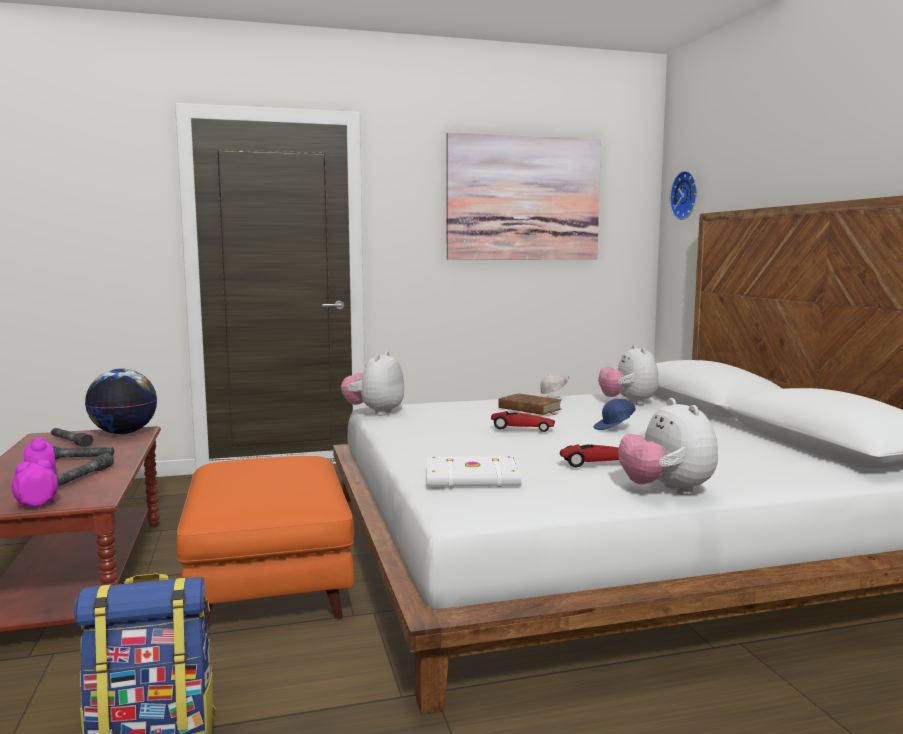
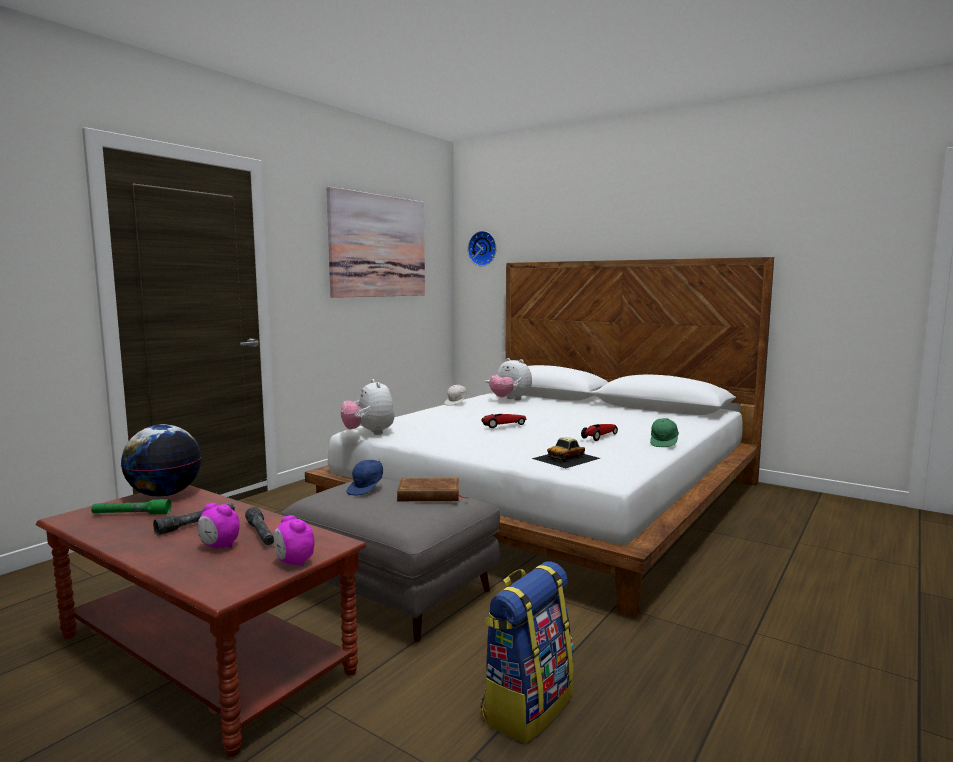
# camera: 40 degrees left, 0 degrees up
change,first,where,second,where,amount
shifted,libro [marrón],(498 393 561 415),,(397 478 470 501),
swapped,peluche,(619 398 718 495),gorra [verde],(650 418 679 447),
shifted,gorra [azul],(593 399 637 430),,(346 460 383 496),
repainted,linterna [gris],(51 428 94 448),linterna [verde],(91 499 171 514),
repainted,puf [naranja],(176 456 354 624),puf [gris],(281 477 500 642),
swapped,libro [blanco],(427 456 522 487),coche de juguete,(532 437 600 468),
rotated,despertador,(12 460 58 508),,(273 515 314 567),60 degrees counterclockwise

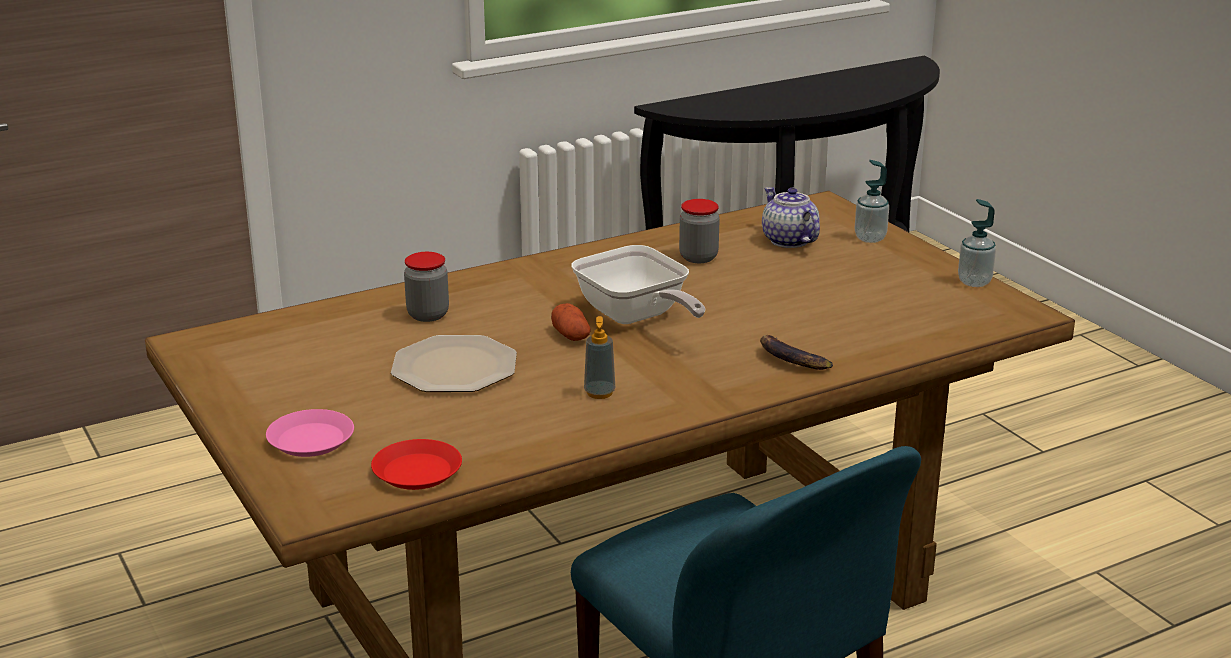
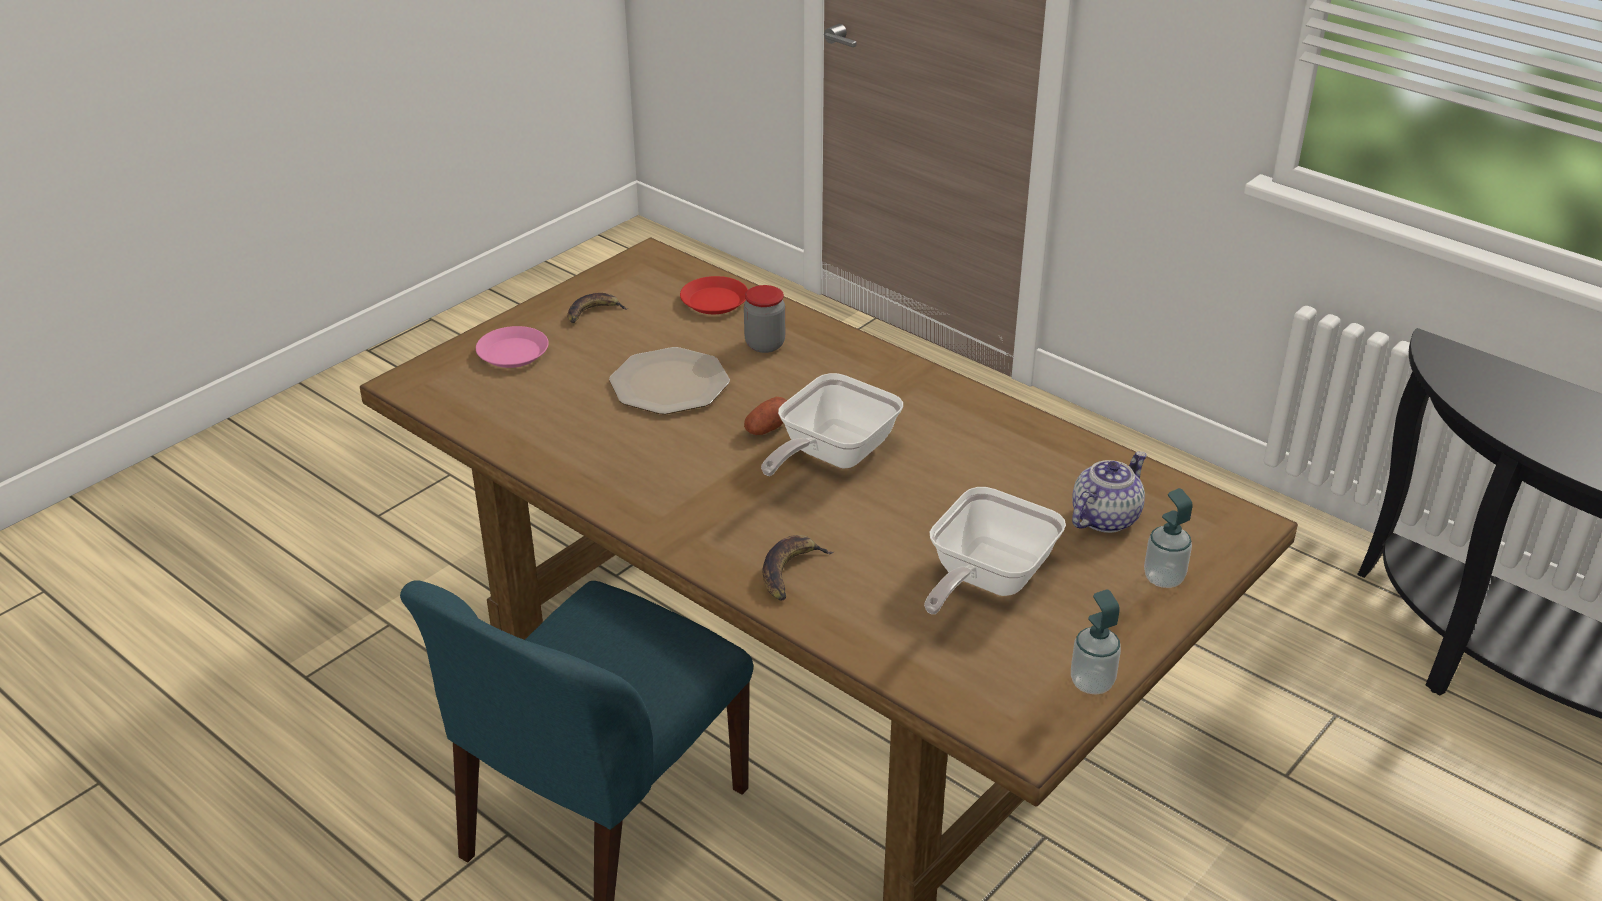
# camera: 70 degrees right, 10 degrees up
change,first,where,second,where,amount
gone,tarro,(679 199 720 263),,,
gone,dispensador de jabón,(584 316 615 399),,,
shifted,plato [rojo],(371 439 462 490),,(680 276 748 314),
new,,,plátano,(567 293 629 323),
new,,,sartén,(924 487 1066 614),

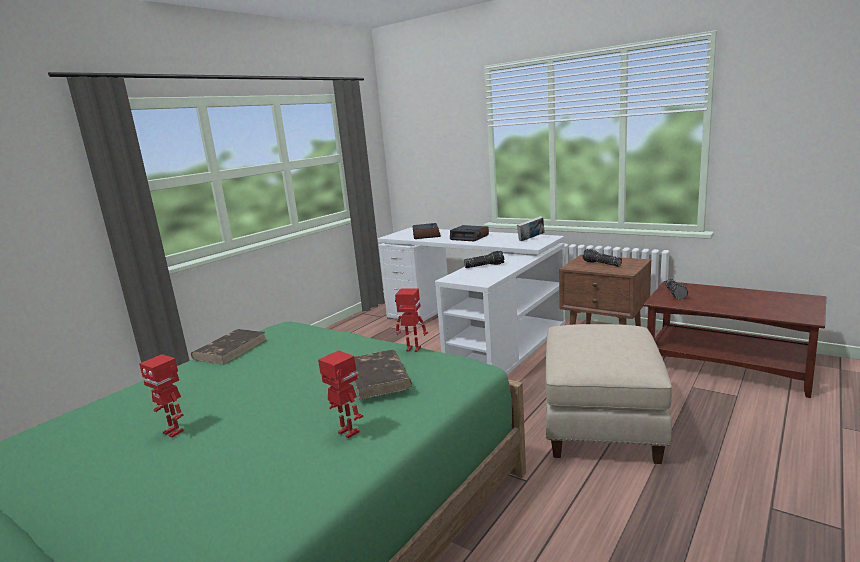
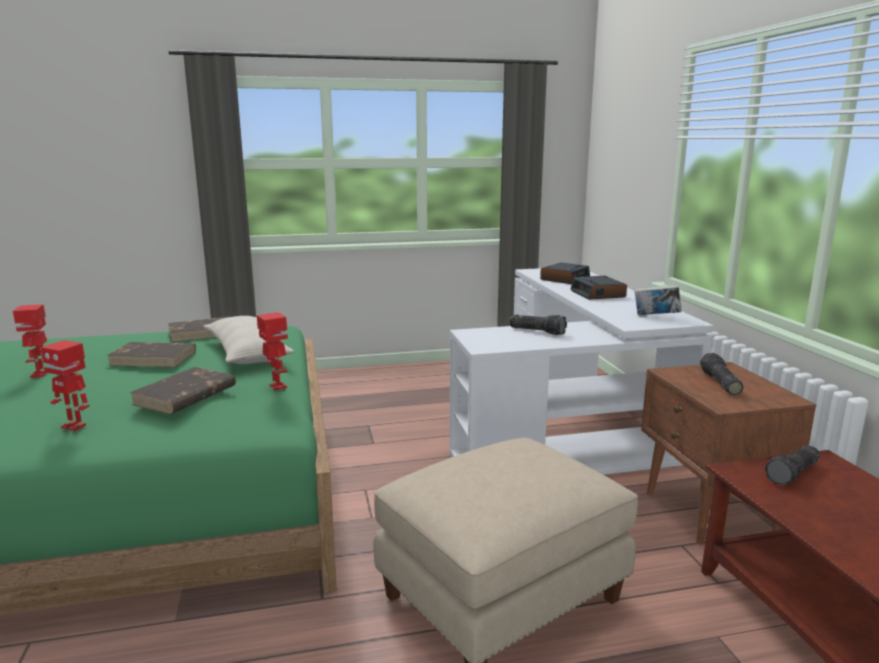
# camera: 40 degrees right, 0 degrees up
change,first,where,second,where,amount
rotated,robot de juguete,(318 350 363 438),,(40 340 90 431),120 degrees clockwise
new,,,cojín [beis],(203 316 294 364),
new,,,libro [marrón],(106 342 196 367),

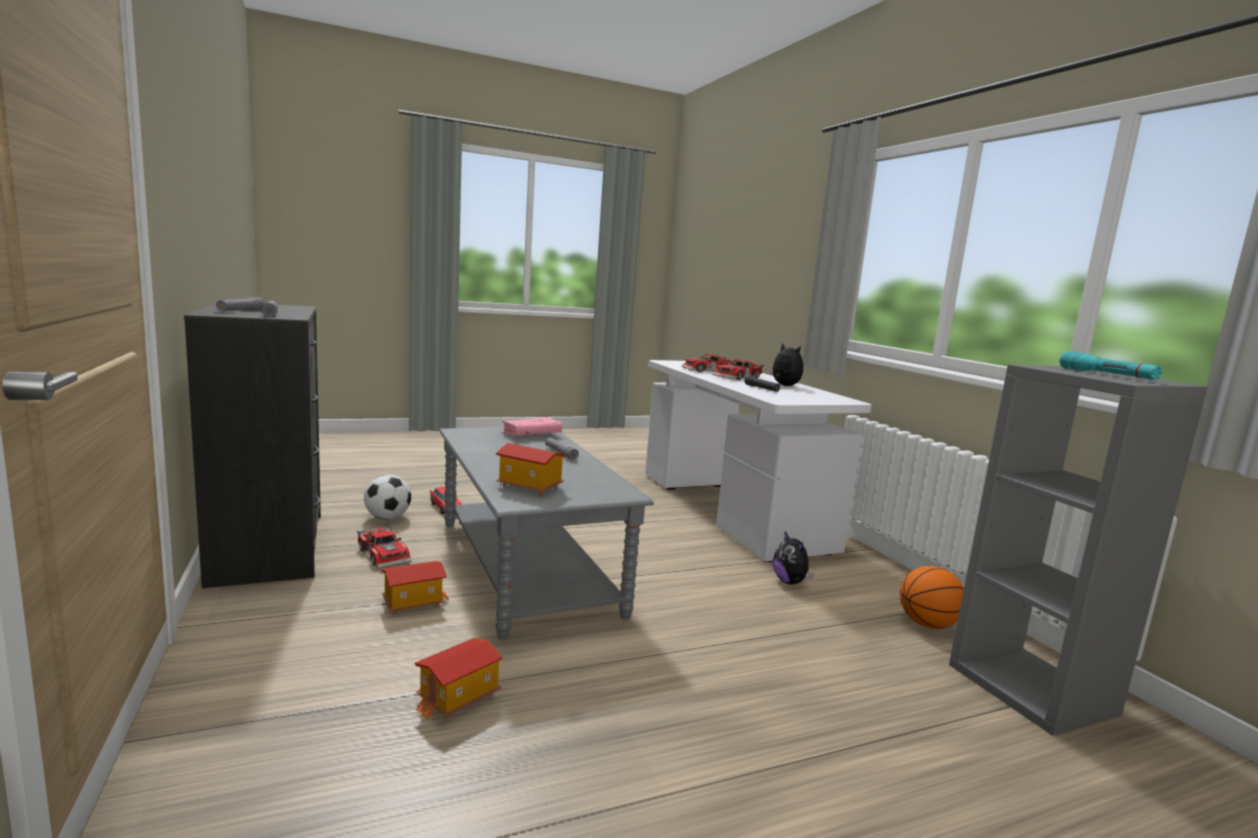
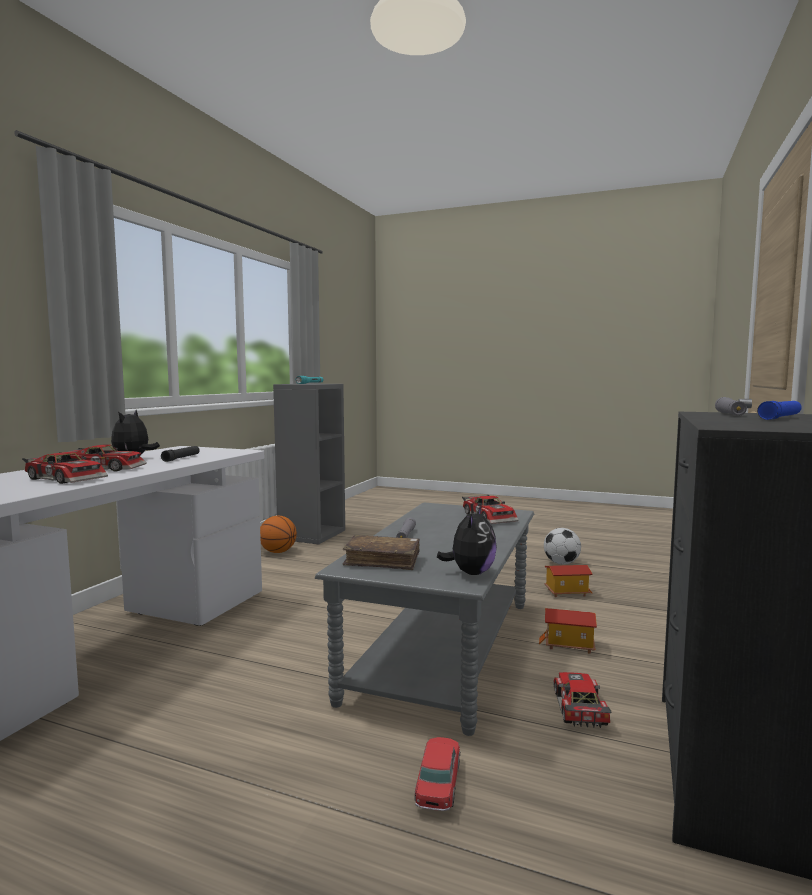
# camera: 135 degrees left, 5 degrees down
change,first,where,second,where,amount
repainted,linterna [gris],(216 297 265 311),linterna [azul],(757 401 802 420),
repainted,libro [rosa],(501 417 562 436),libro [marrón],(343 535 420 570),
swapped,casita,(496 443 566 496),coche de juguete,(462 494 519 524),
shifted,balón de fútbol,(364 475 411 520),,(544 528 581 565),
shifted,peluche,(773 531 814 585),,(437 505 497 575),

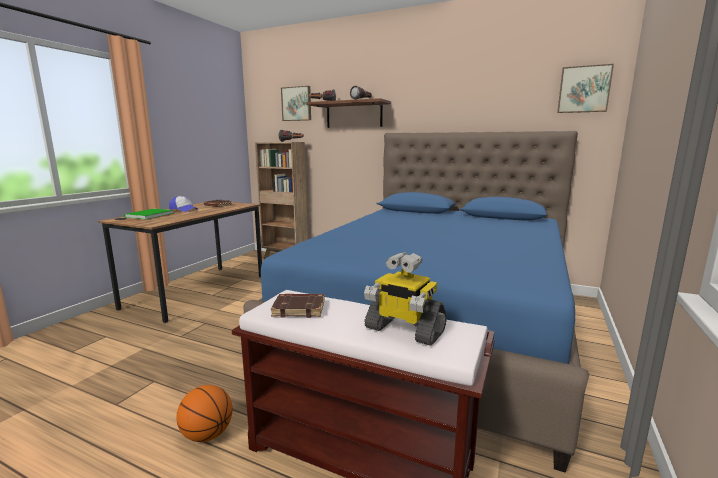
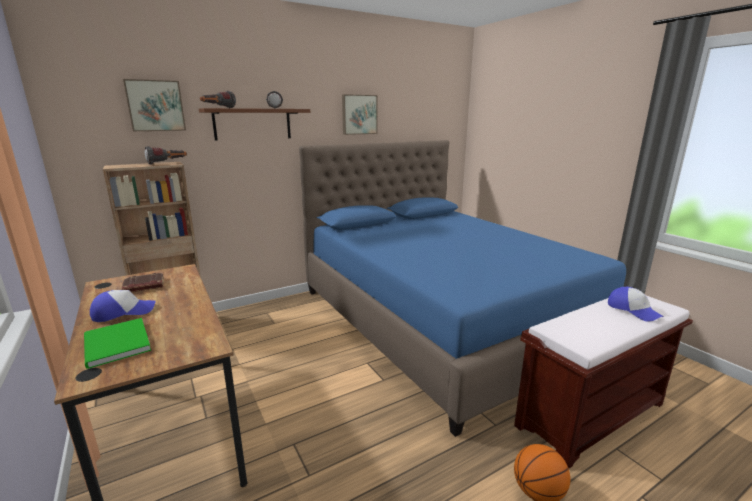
# camera: 55 degrees left, 5 degrees up
change,first,where,second,where,amount
shifted,cuadro,(557 64 614 113),,(342 94 378 135),
swapped,robot de juguete,(364 252 447 346),gorra,(608 287 664 321),
gone,libro [marrón],(271 294 324 318),,,

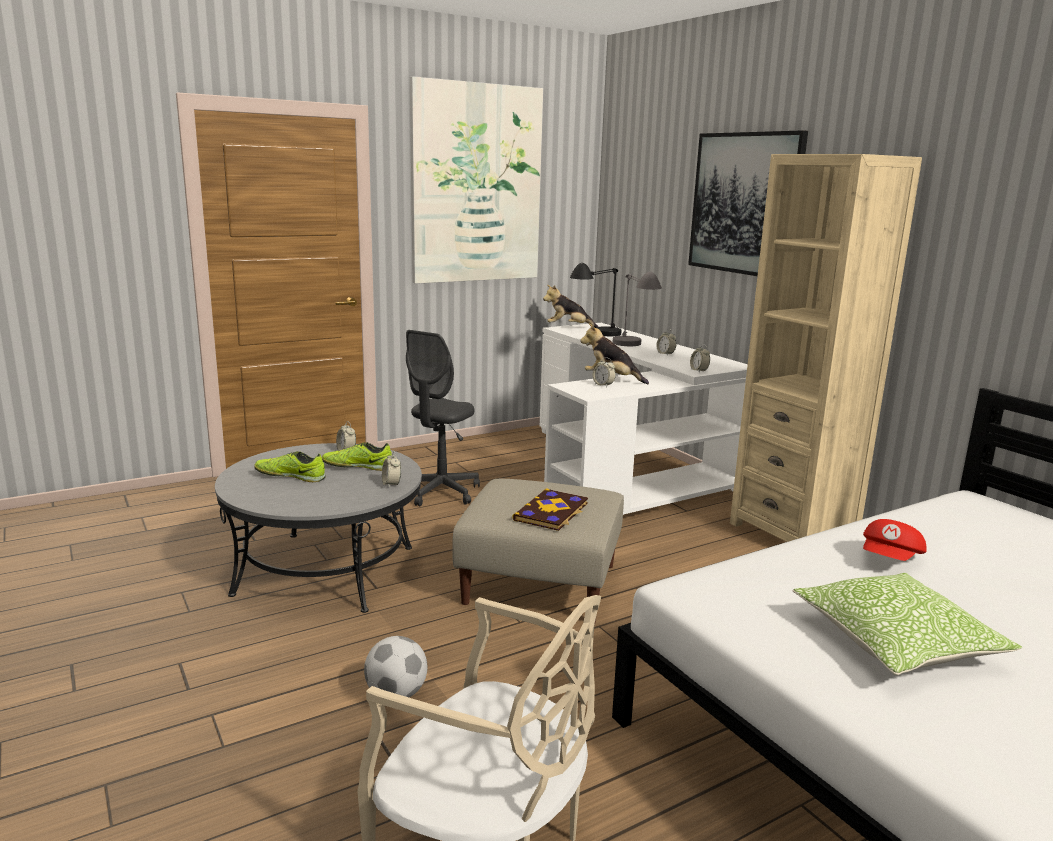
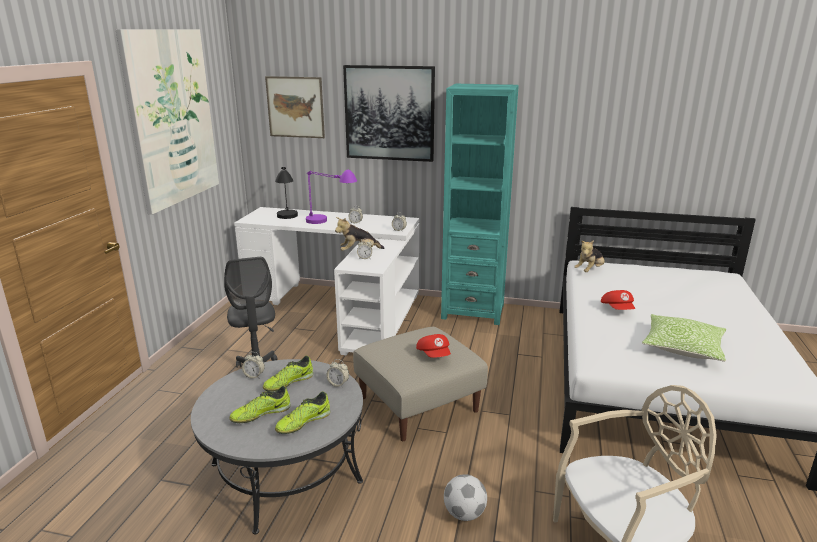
# camera: 45 degrees left, 5 degrees up
change,first,where,second,where,amount
repainted,estantería [beis],(730 154 922 542),estantería [turquesa],(441 84 519 325),
repainted,lámpara de mesa [gris],(613 272 662 346),lámpara de mesa [morado],(306 170 357 224),
shifted,peluche,(543 285 598 328),,(574 240 605 272),
swapped,libro,(512 488 588 531),gorra [rojo],(416 334 451 358),
new,,,cuadro,(265 76 325 138),
new,,,zapato,(275 392 330 434),

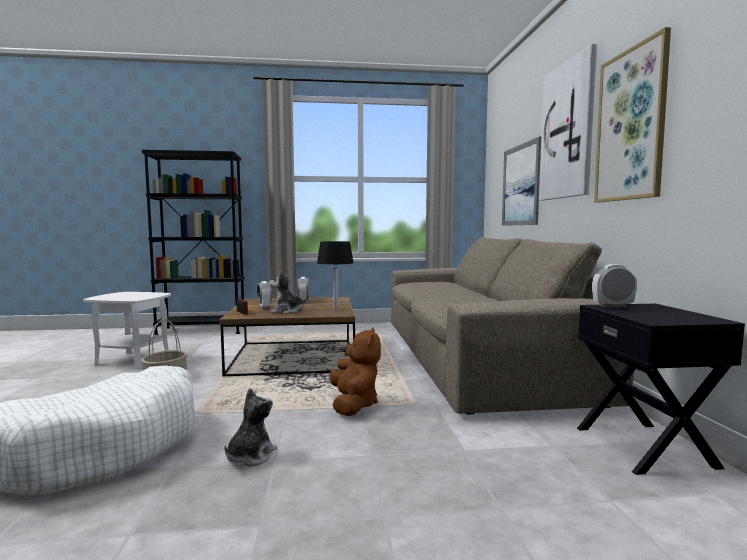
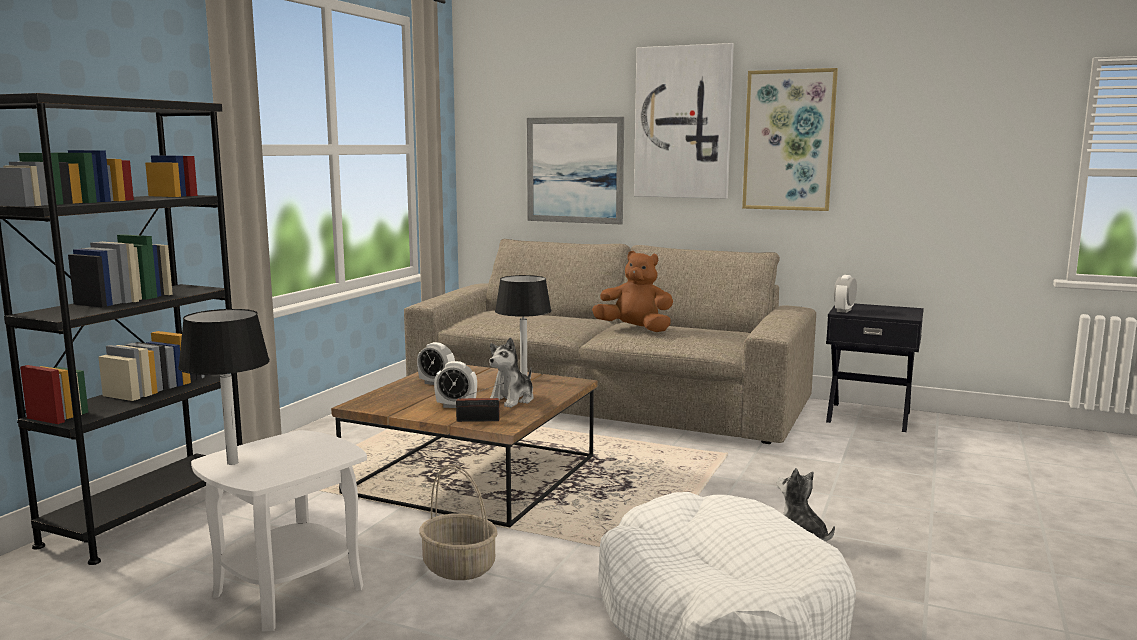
# camera: 60 degrees left, 5 degrees up
change,first,where,second,where,amount
shifted,peluche [marrón],(330 327 381 416),,(592 251 673 332),
new,,,lámpara de mesa [negro],(178 309 270 465),

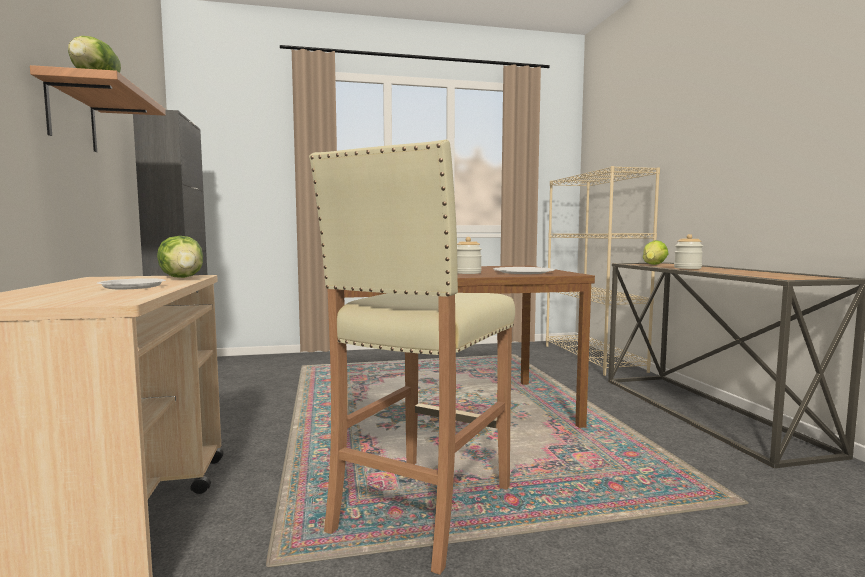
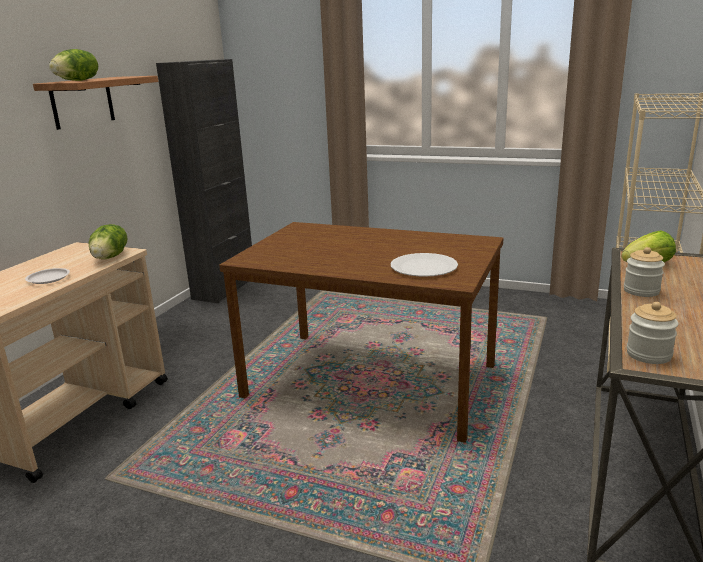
# camera: 35 degrees right, 15 degrees up
change,first,where,second,where,amount
gone,taburete [beis],(309 139 515 575),,,
shifted,tarro,(457 237 482 274),,(627 302 679 364),

